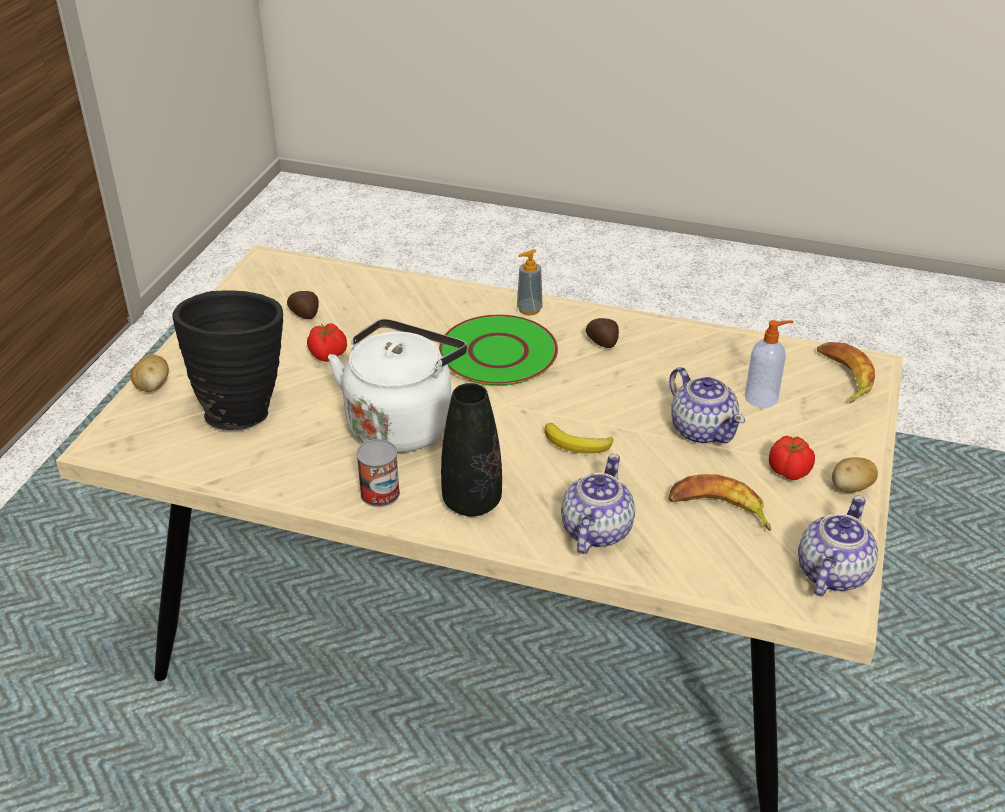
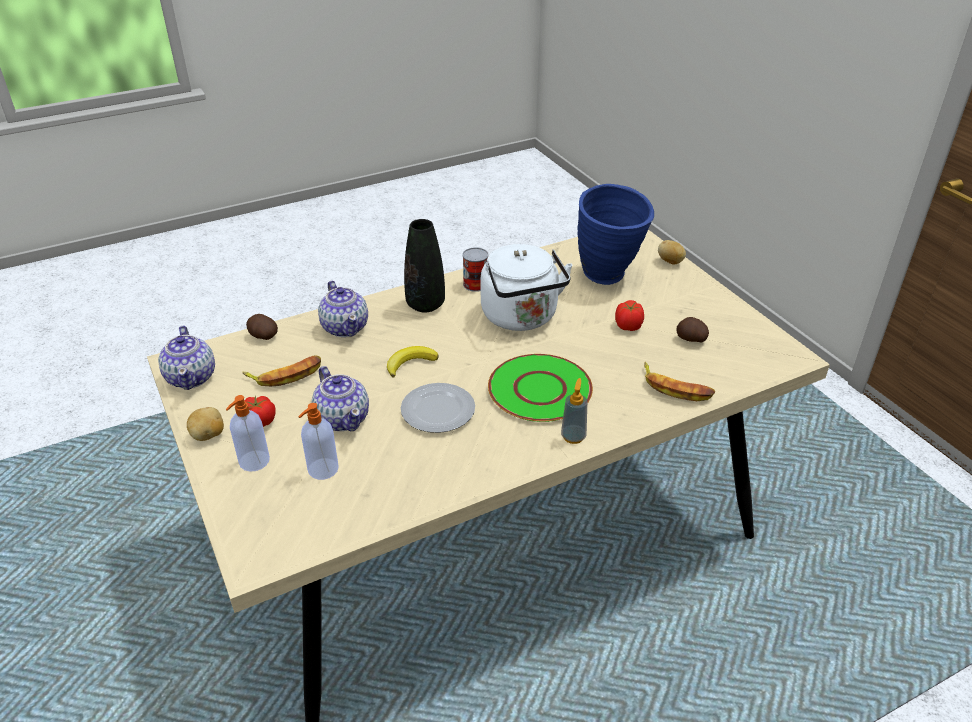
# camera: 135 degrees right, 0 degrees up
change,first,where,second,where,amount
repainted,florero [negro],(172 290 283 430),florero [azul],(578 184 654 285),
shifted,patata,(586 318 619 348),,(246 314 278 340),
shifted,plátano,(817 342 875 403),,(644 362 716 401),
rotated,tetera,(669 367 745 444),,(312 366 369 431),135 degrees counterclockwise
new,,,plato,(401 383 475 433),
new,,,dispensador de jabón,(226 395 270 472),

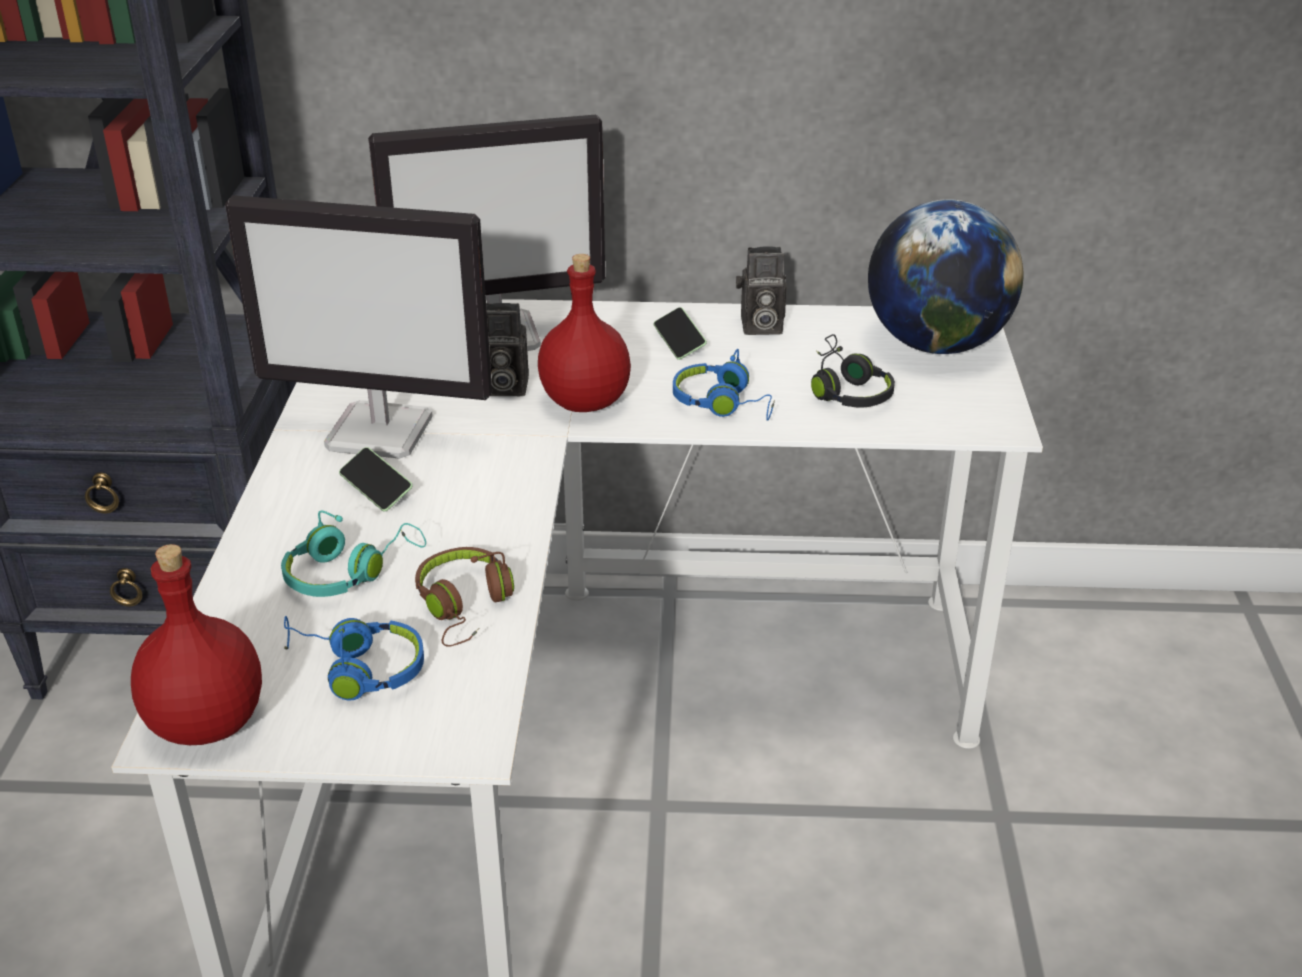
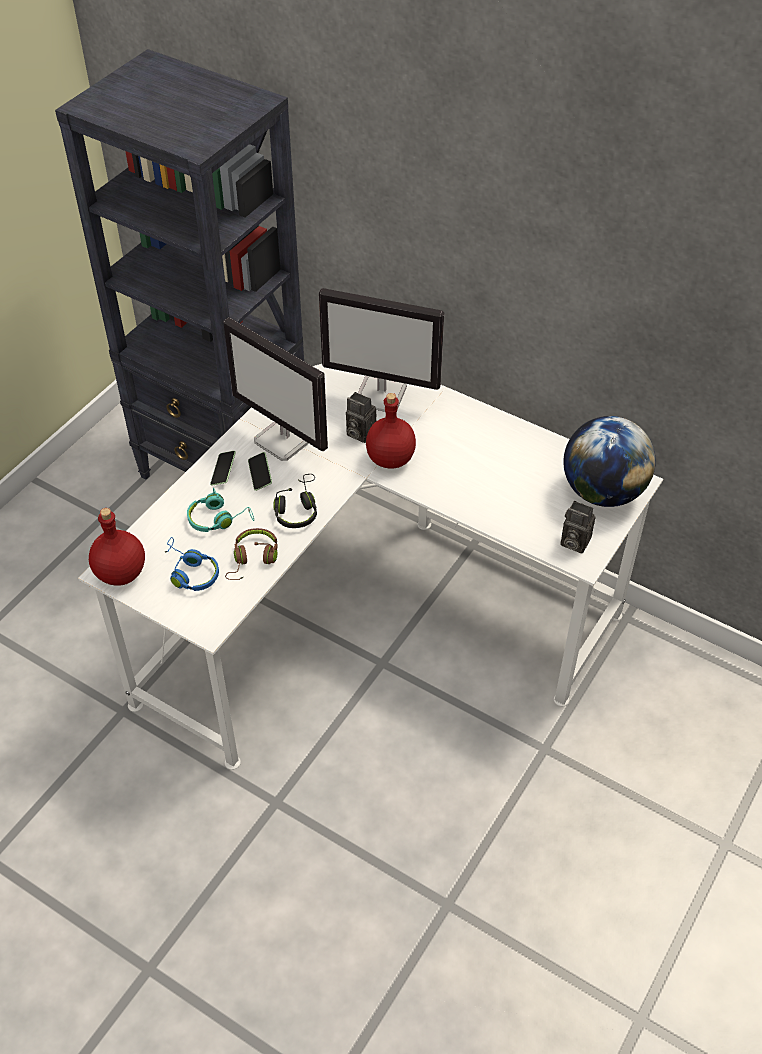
# camera: 30 degrees right, 15 degrees up
change,first,where,second,where,amount
shifted,cámara,(736 246 787 335),,(561 501 595 554),
shifted,móvil,(653 307 707 360),,(210 451 236 486),
shifted,auriculares [negro],(811 334 895 407),,(273 474 317 528),
gone,auriculares [azul],(673 349 775 421),,,

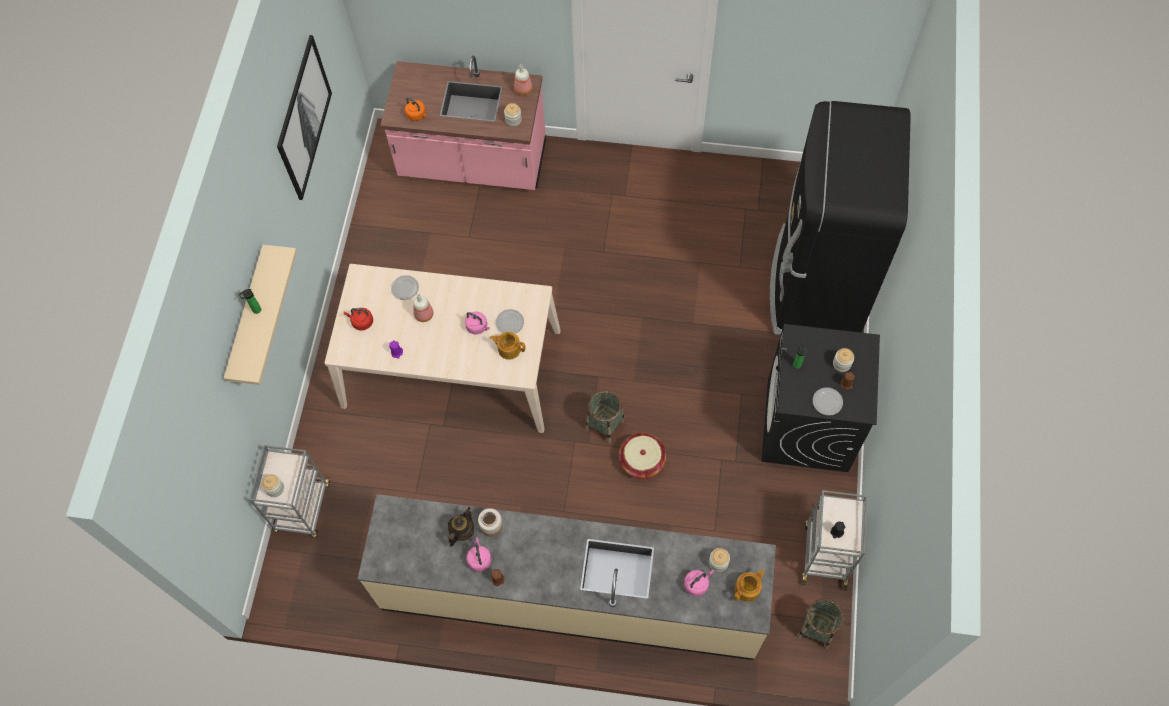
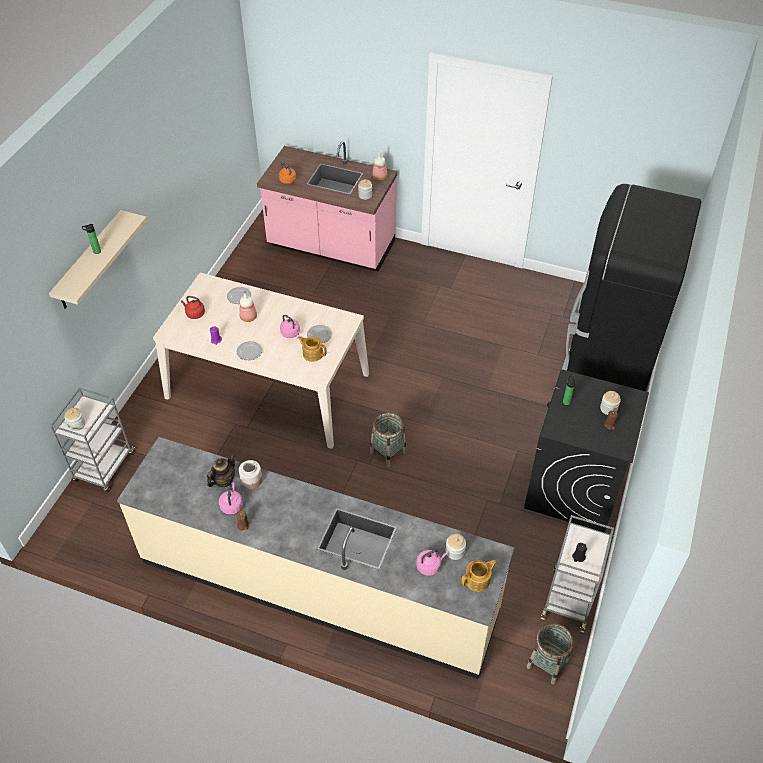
# camera: 10 degrees right, 15 degrees down
change,first,where,second,where,amount
gone,cuadro,(277 35 332 200),,,
shifted,plato,(813 387 843 415),,(236 341 262 360),
gone,cesta,(619 433 666 479),,,

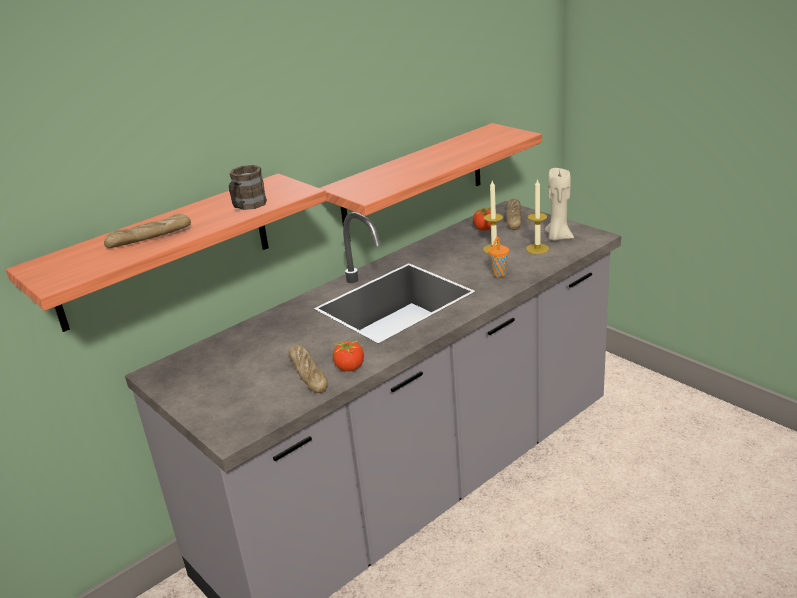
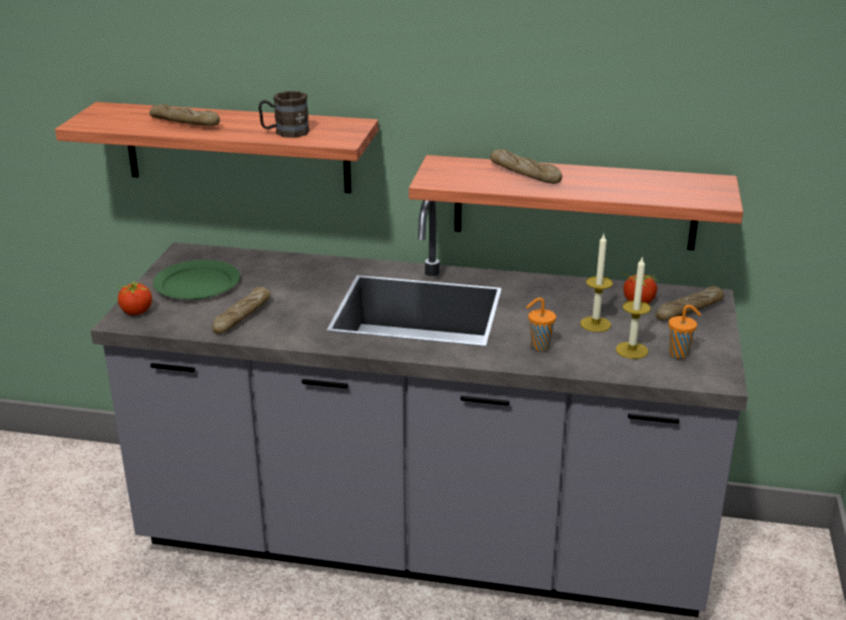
# camera: 50 degrees right, 0 degrees up
change,first,where,second,where,amount
swapped,vela [beis],(545 168 574 241),taza [naranja],(669 305 701 359),
shifted,tomate,(333 340 364 372),,(118 282 152 315),
new,,,pan,(490 149 562 184),
new,,,plato [verde],(153 260 240 300),

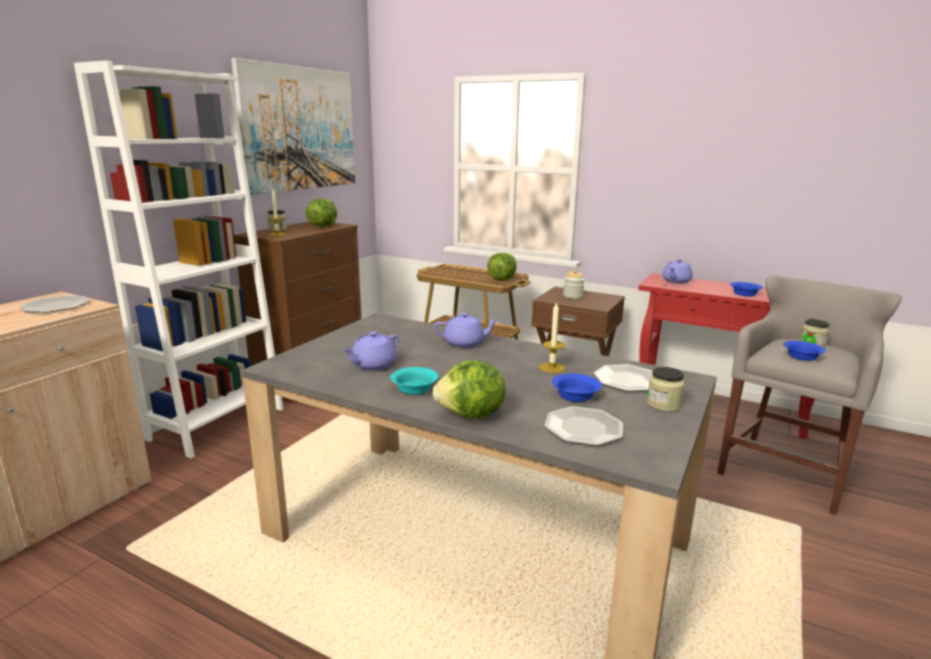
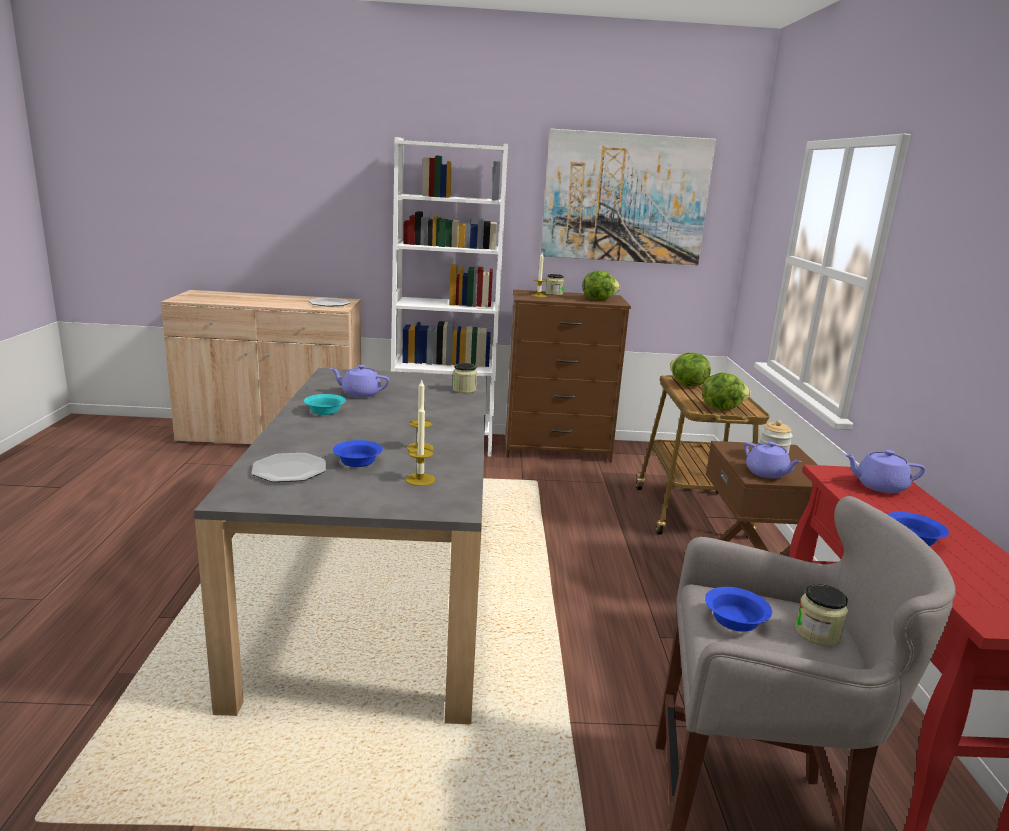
# camera: 60 degrees right, 0 degrees up
change,first,where,second,where,amount
shifted,tetera [morado],(434 313 499 348),,(744 442 802 479),
shifted,lechuga,(432 360 505 419),,(670 353 711 386),
swapped,plato,(593 364 653 392),vela,(405 405 435 486),
shifted,tarro,(647 367 685 412),,(453 363 477 393),

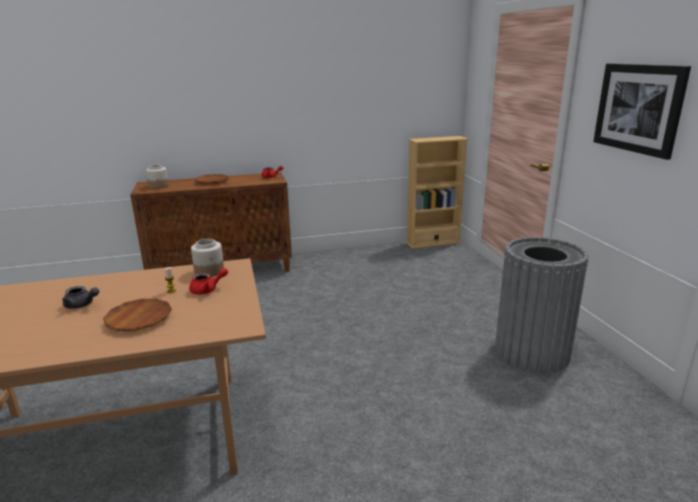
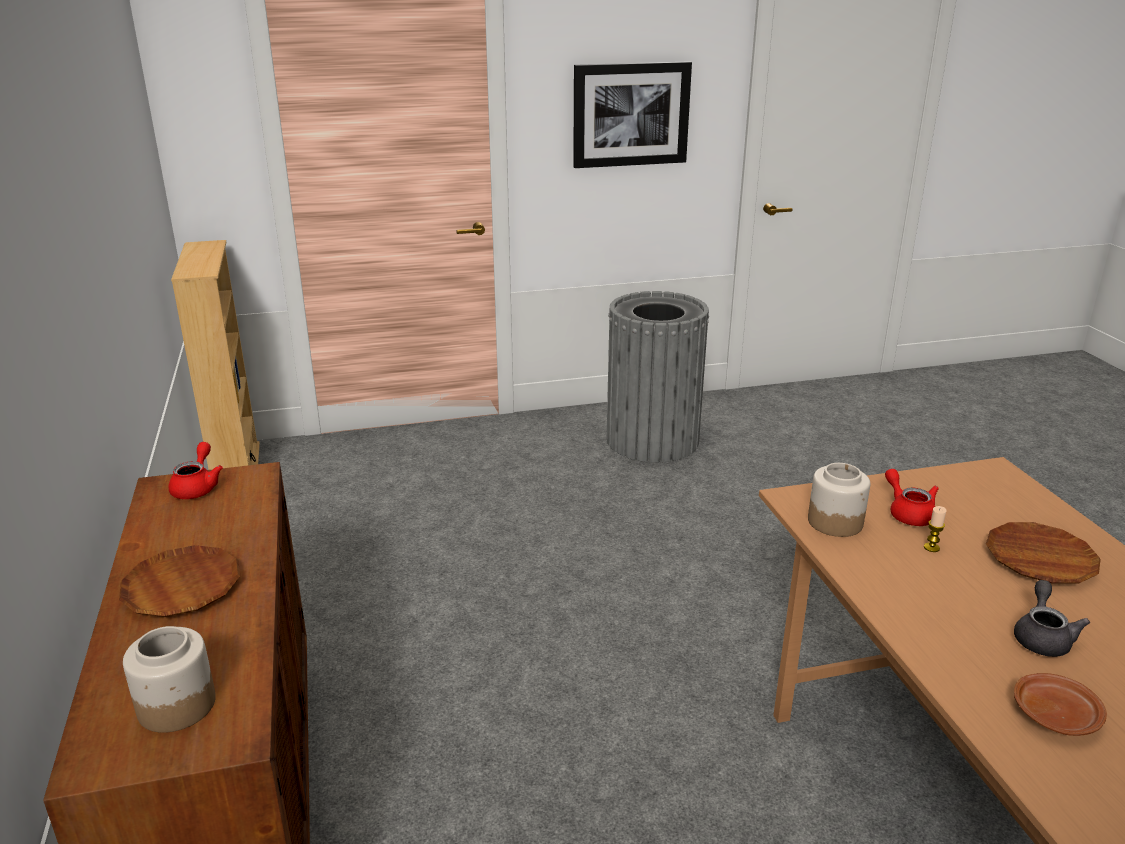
# camera: 90 degrees left, 5 degrees up
change,first,where,second,where,amount
new,,,plato [marrón],(1014 673 1107 736),

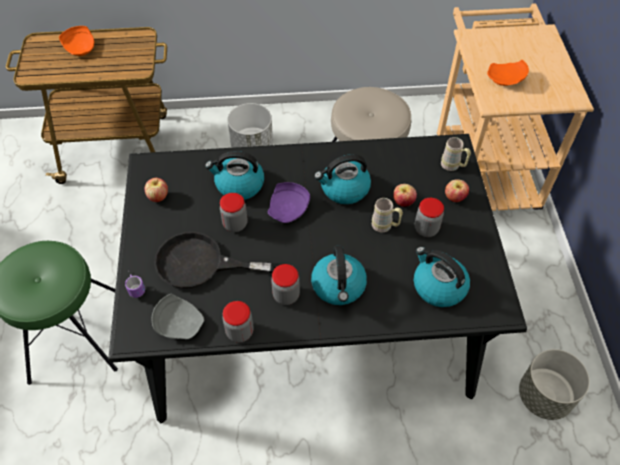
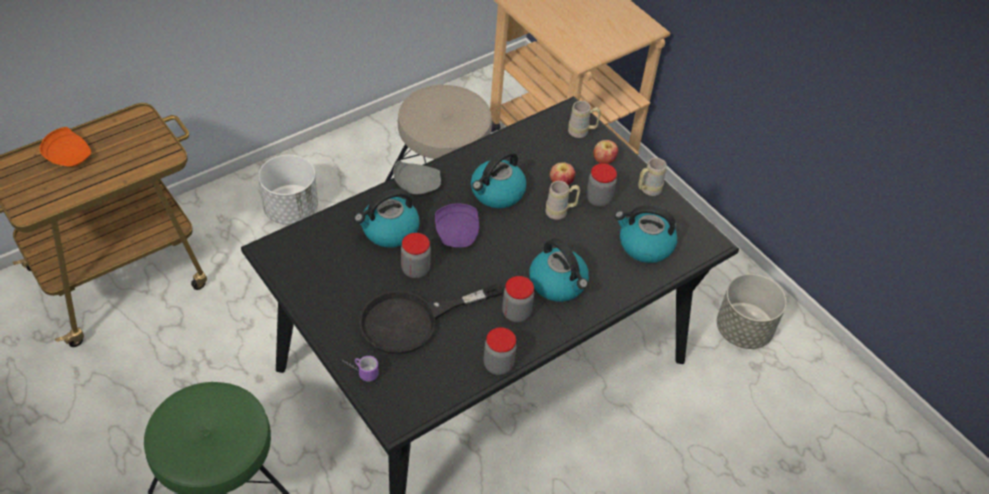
# camera: 35 degrees left, 5 degrees down
change,first,where,second,where,amount
gone,plato [naranja],(487 60 529 86),,,
gone,manzana,(145 178 168 202),,,
shifted,plato [gris],(152 294 204 339),,(393 160 441 194),
new,,,taza grande [beis],(638 158 667 196),

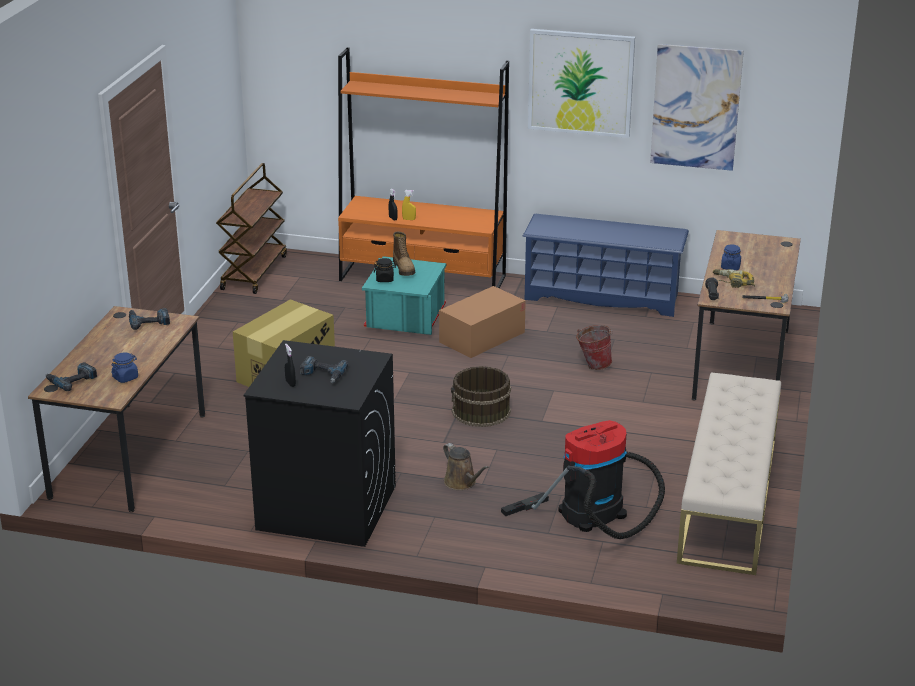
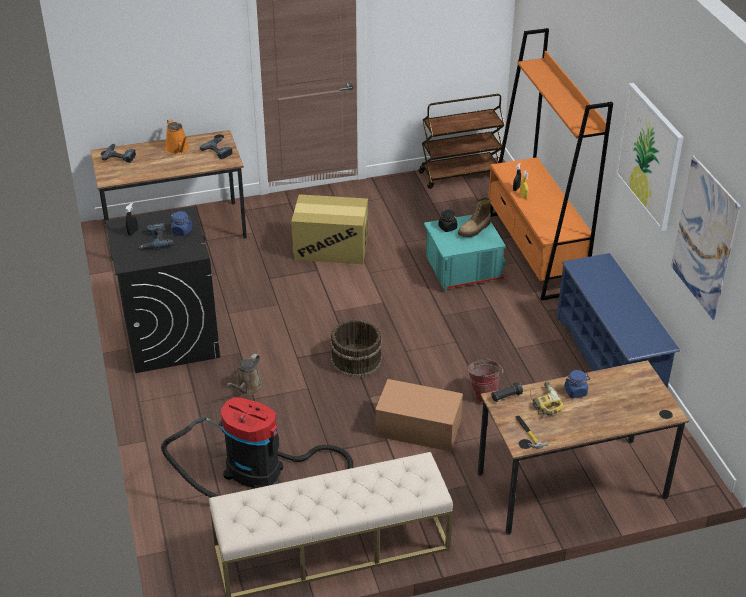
# camera: 60 degrees right, 10 degrees up
change,first,where,second,where,amount
shifted,caja de cartón,(439 286 526 358),,(375 379 463 452),
shifted,tarro [azul],(111 352 138 383),,(170 211 192 236),
new,,,regadera [naranja],(165 119 189 154),

